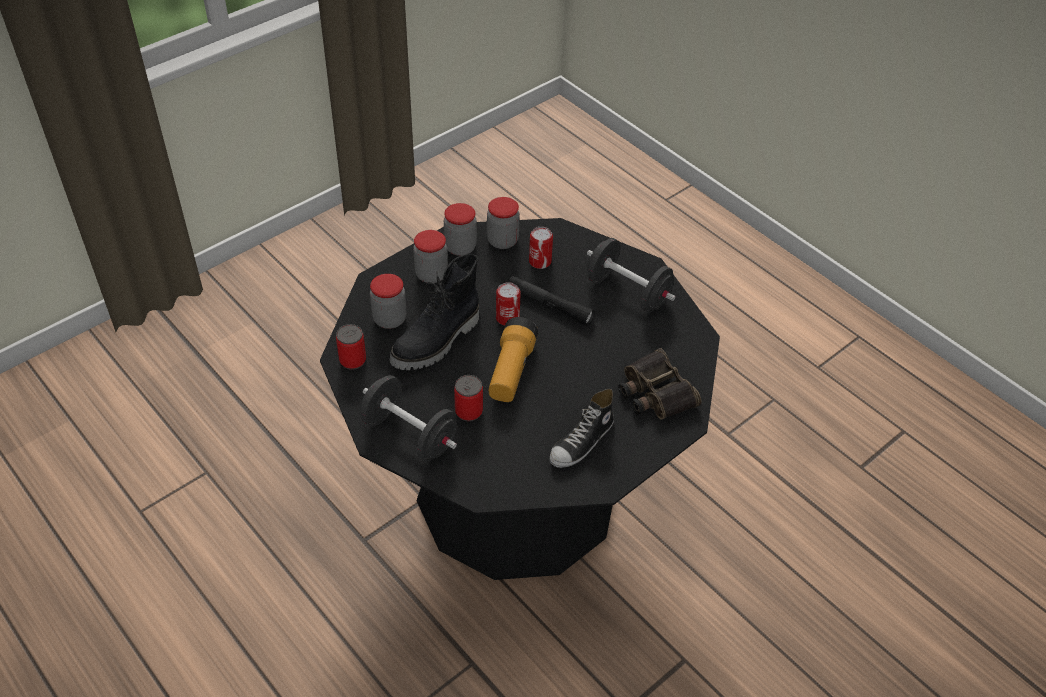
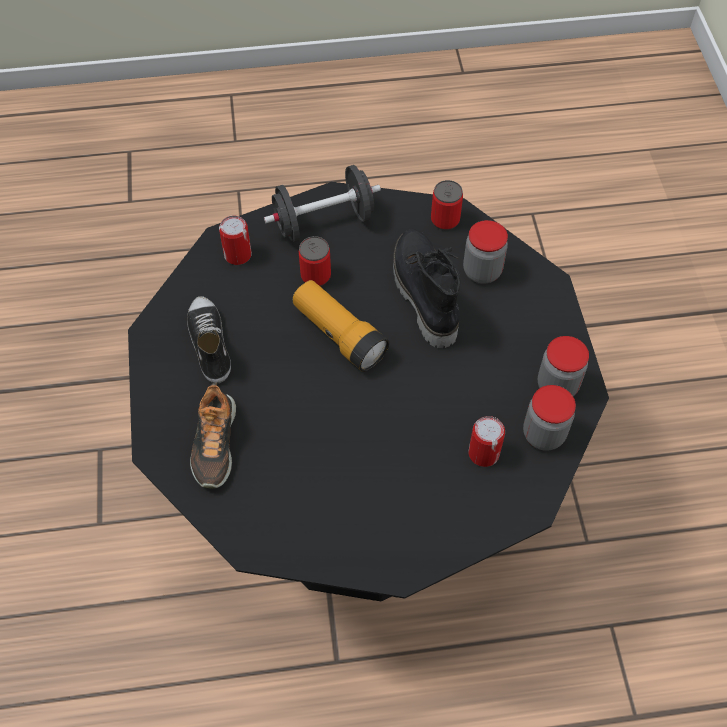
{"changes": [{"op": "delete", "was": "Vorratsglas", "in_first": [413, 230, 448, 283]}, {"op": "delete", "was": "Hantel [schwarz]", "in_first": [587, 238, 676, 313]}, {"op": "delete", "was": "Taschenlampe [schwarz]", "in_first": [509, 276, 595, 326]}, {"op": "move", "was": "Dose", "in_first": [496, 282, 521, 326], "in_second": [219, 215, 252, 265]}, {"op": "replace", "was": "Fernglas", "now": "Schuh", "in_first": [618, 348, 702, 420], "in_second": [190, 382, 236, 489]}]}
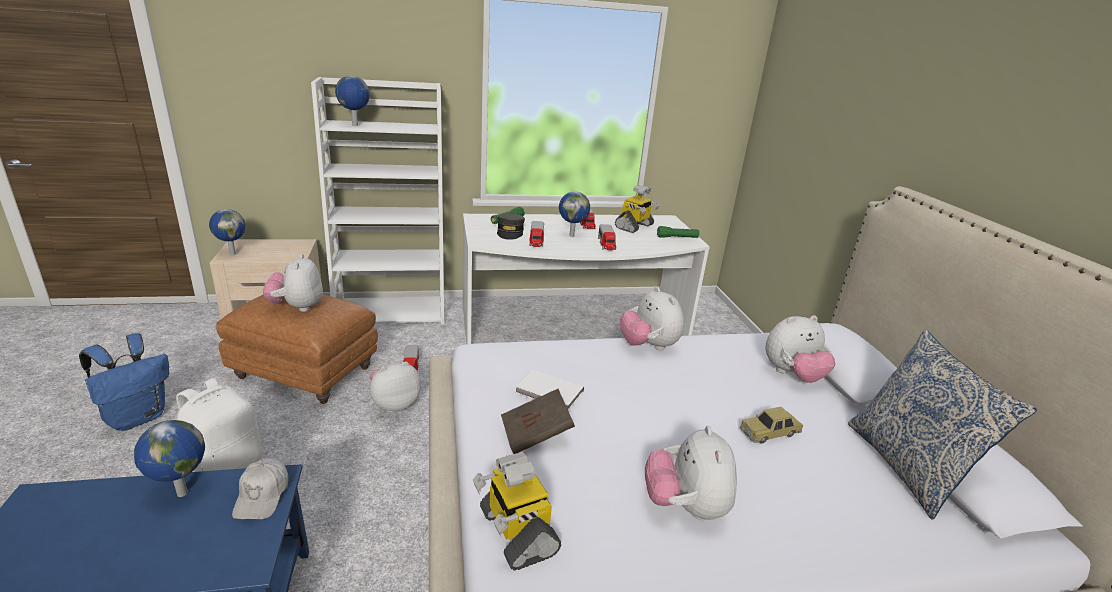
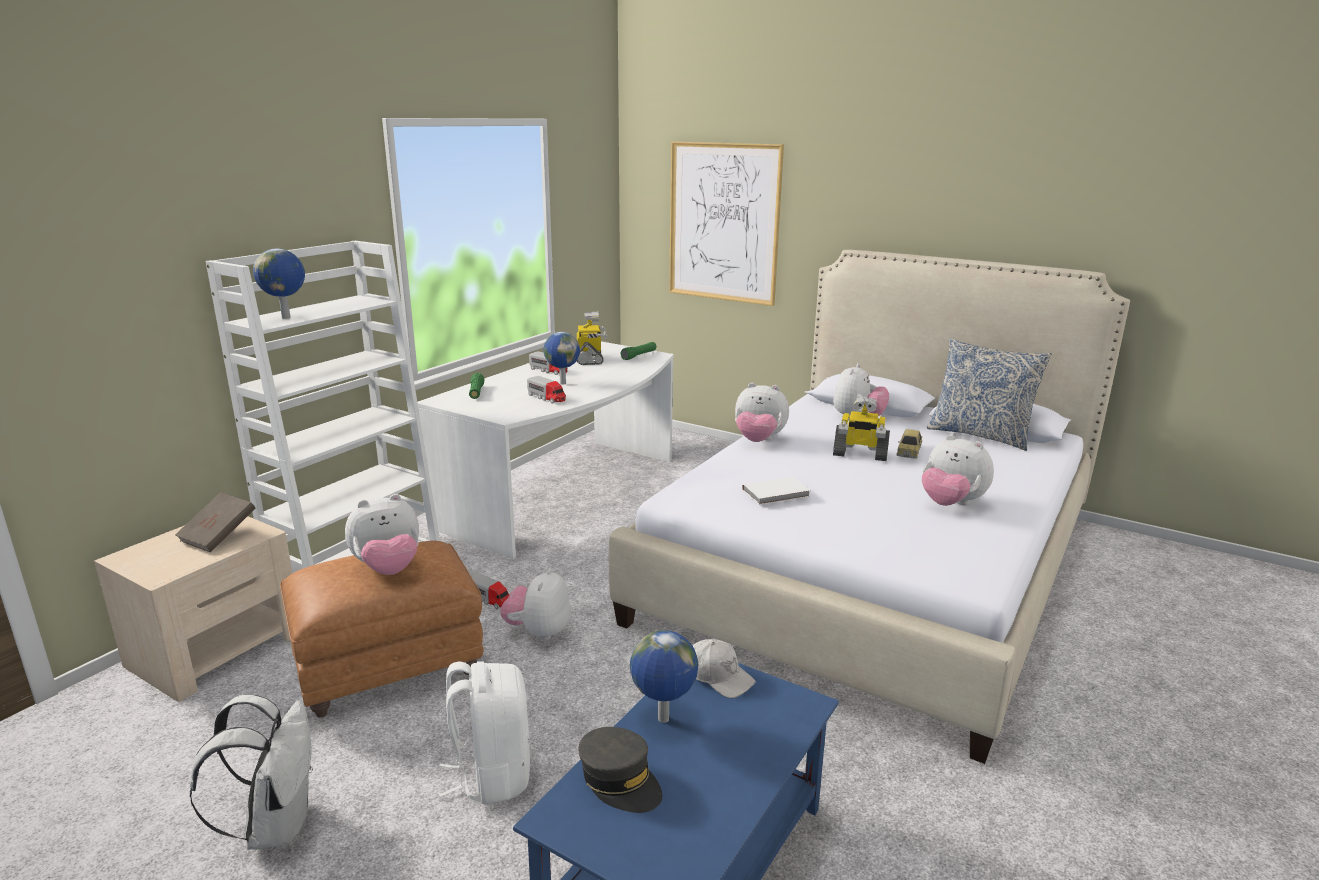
{"changes": [{"op": "delete", "was": "Globus", "in_first": [209, 209, 246, 255]}, {"op": "move", "was": "Kappe [grau]", "in_first": [497, 213, 525, 240], "in_second": [578, 727, 662, 813]}, {"op": "delete", "was": "Spielzeuglaster", "in_first": [598, 224, 616, 250]}, {"op": "rotate", "was": "Plüschtier", "in_first": [263, 254, 323, 312], "in_second": [345, 494, 419, 575], "clockwise": -60}, {"op": "recolor", "was": "Rucksack [blau]", "now": "Rucksack [weiß]", "in_first": [79, 333, 169, 431], "in_second": [190, 694, 313, 850]}, {"op": "move", "was": "Buch [braun]", "in_first": [501, 389, 575, 454], "in_second": [175, 492, 255, 552]}, {"op": "move", "was": "Spielzeugroboter", "in_first": [473, 452, 561, 571], "in_second": [833, 397, 890, 461]}, {"op": "insert", "now": "Bild", "in_second": [669, 142, 784, 306]}]}
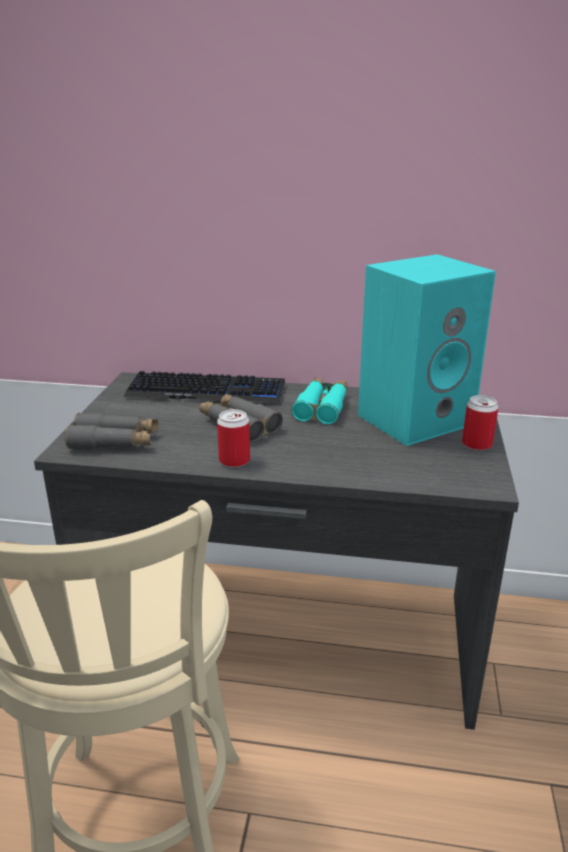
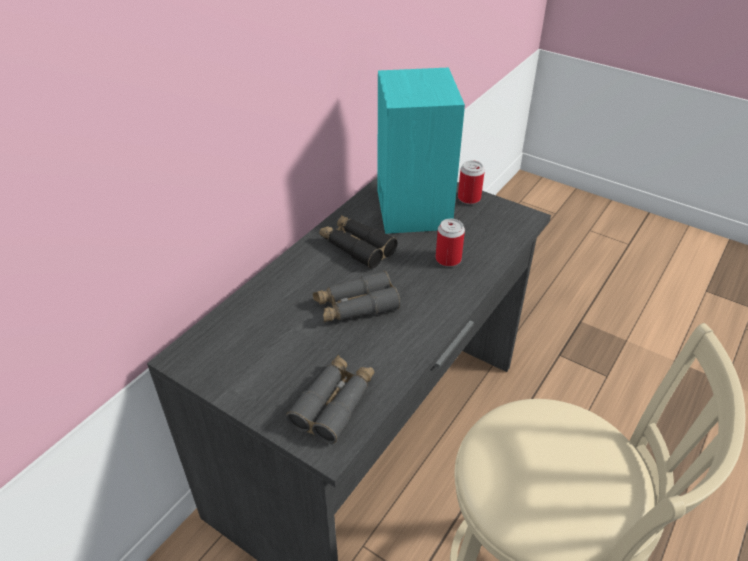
{"changes": [{"op": "delete", "was": "Tastatur", "in_first": [124, 371, 285, 402]}, {"op": "recolor", "was": "Fernglas [türkis]", "now": "Fernglas [schwarz]", "in_first": [291, 378, 348, 425], "in_second": [319, 215, 397, 269]}, {"op": "move", "was": "Dose", "in_first": [217, 409, 250, 467], "in_second": [436, 219, 465, 267]}]}
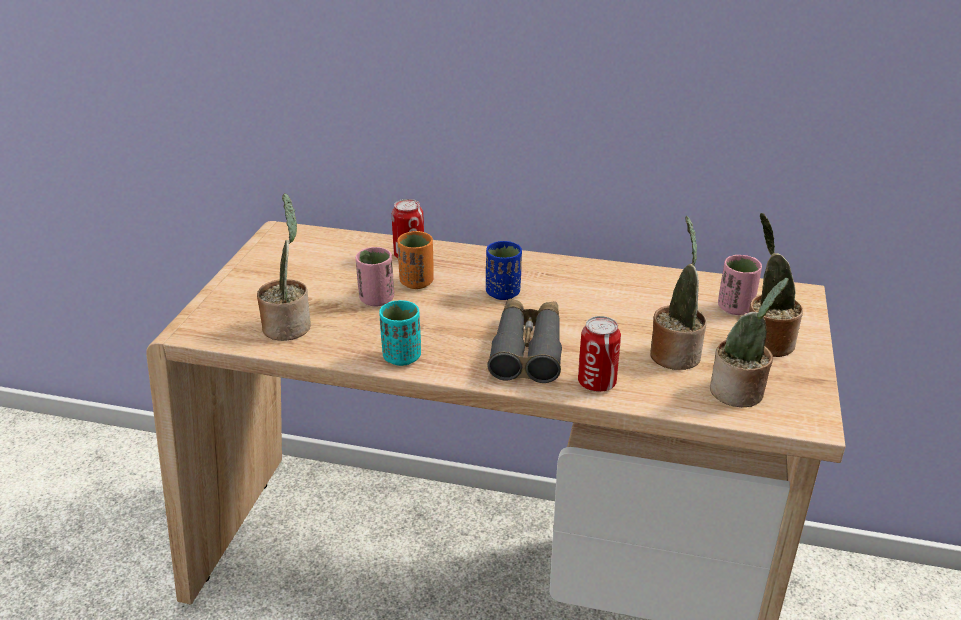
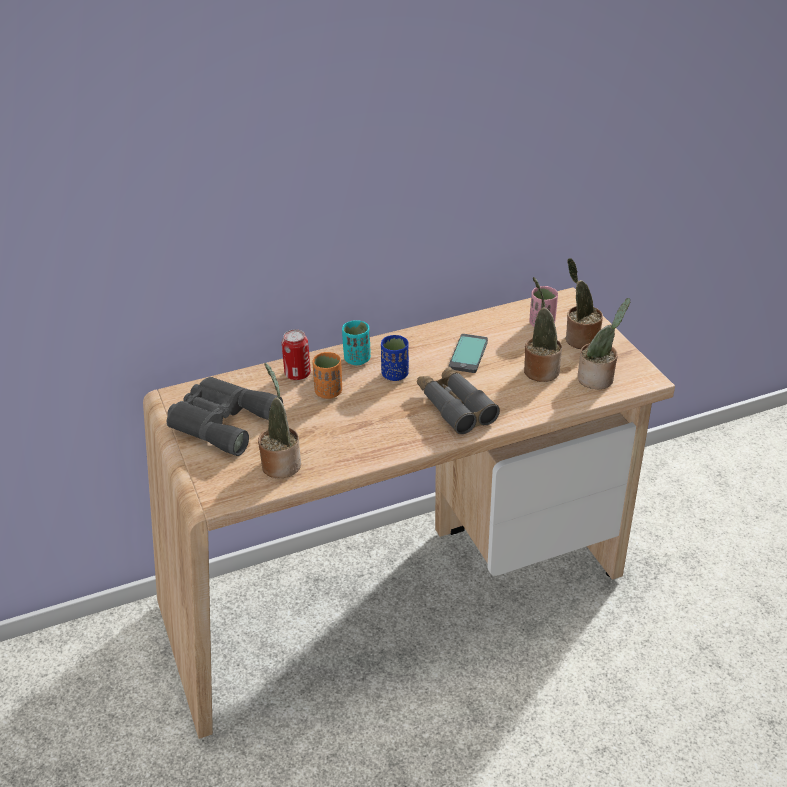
{"changes": [{"op": "delete", "was": "Tasse [rosa]", "in_first": [356, 247, 394, 307]}, {"op": "move", "was": "Tasse [türkis]", "in_first": [379, 300, 421, 366], "in_second": [342, 320, 371, 365]}, {"op": "delete", "was": "Dose", "in_first": [578, 316, 621, 392]}, {"op": "insert", "now": "Handy", "in_second": [449, 334, 488, 373]}, {"op": "insert", "now": "Fernglas [grau]", "in_second": [167, 377, 283, 456]}]}
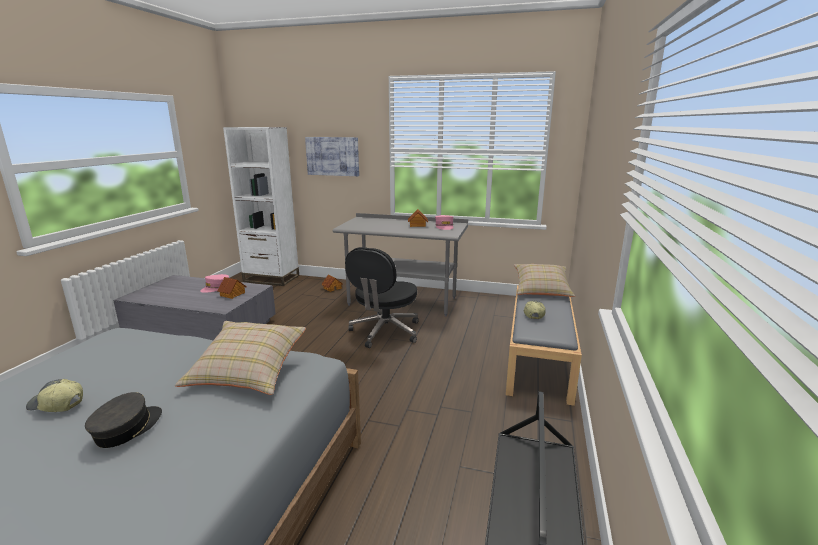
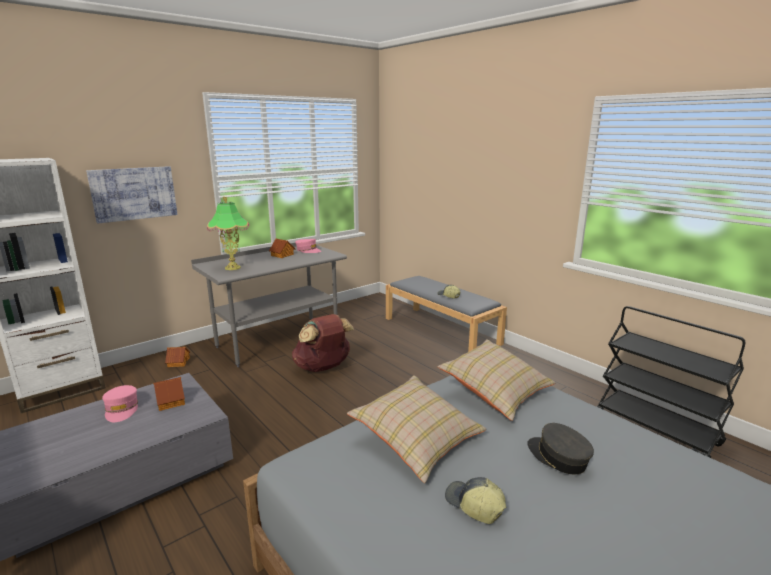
{"changes": [{"op": "replace", "was": "Bürostuhl [schwarz]", "now": "Rucksack [braun]", "in_first": [345, 247, 418, 348], "in_second": [292, 314, 354, 372]}, {"op": "move", "was": "Kissen [beige]", "in_first": [514, 264, 575, 297], "in_second": [347, 375, 486, 483]}, {"op": "rotate", "was": "Kappe", "in_first": [26, 379, 83, 412], "in_second": [445, 477, 506, 524], "clockwise": 90}, {"op": "insert", "now": "Tischlampe", "in_second": [207, 196, 249, 270]}]}
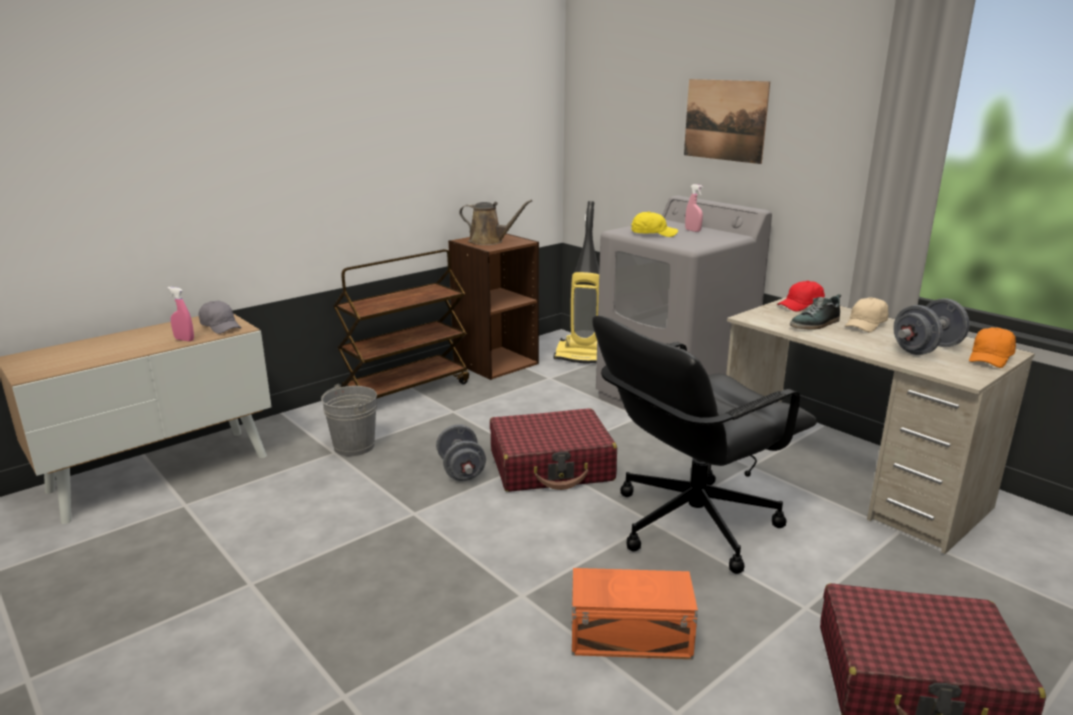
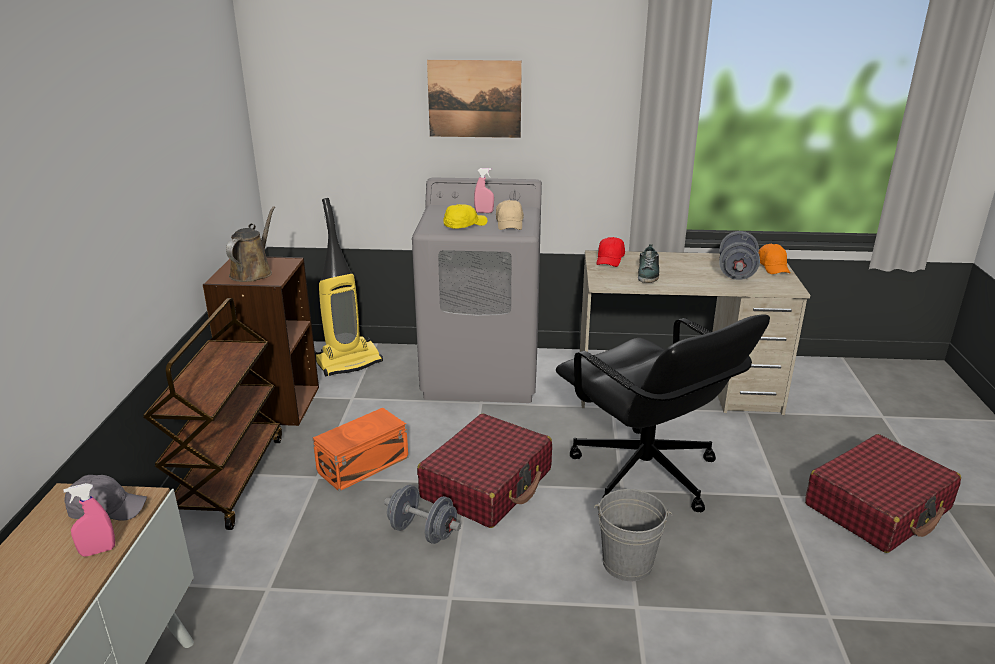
{"changes": [{"op": "rotate", "was": "Gießkanne [braun]", "in_first": [459, 200, 532, 245], "in_second": [226, 206, 275, 282], "clockwise": -45}, {"op": "move", "was": "Kappe [beige]", "in_first": [845, 297, 888, 332], "in_second": [496, 200, 524, 230]}, {"op": "rotate", "was": "Bürostuhl [schwarz]", "in_first": [592, 316, 817, 574], "in_second": [556, 314, 770, 512], "clockwise": -45}, {"op": "move", "was": "Eimer [grau]", "in_first": [321, 384, 377, 456], "in_second": [594, 489, 672, 581]}, {"op": "move", "was": "Aufbewahrungsbox [orange]", "in_first": [571, 568, 698, 659], "in_second": [313, 408, 408, 491]}]}
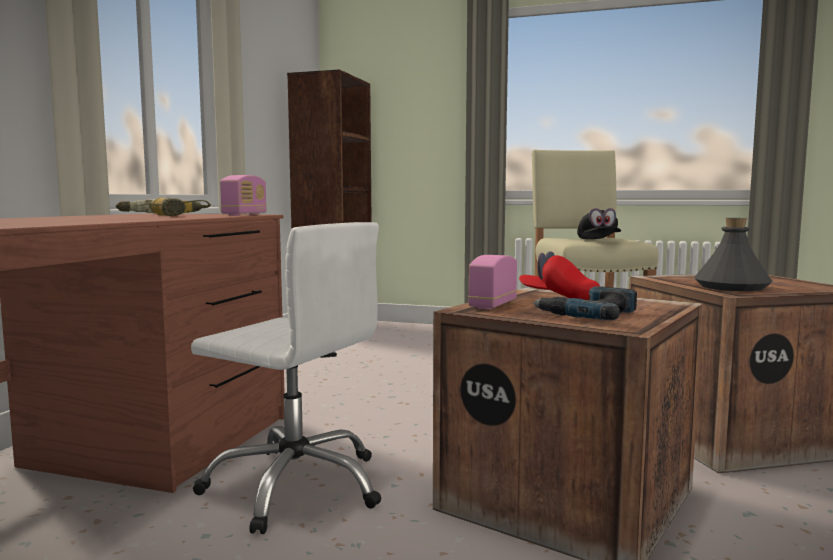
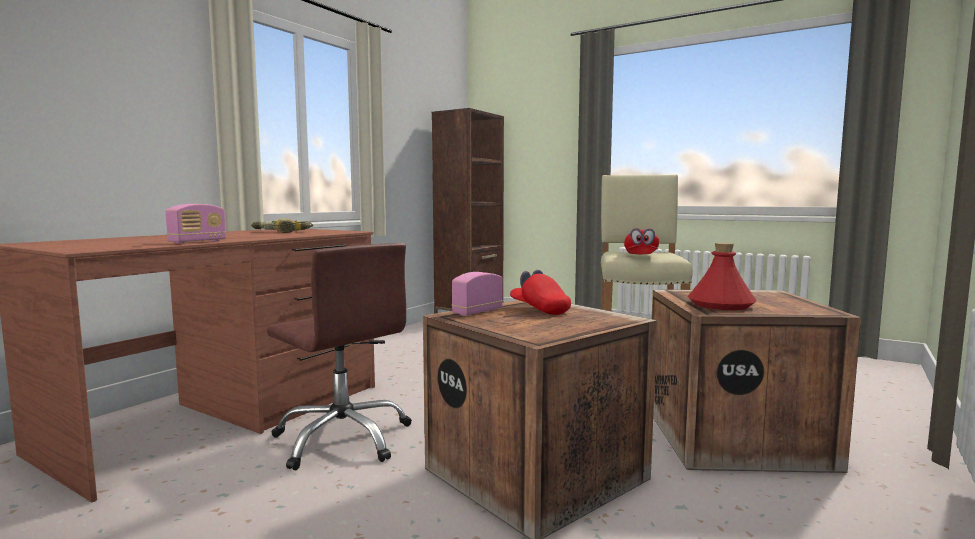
{"changes": [{"op": "move", "was": "Radio", "in_first": [220, 175, 267, 216], "in_second": [166, 204, 226, 244]}, {"op": "recolor", "was": "Kappe [schwarz]", "now": "Kappe [rot]", "in_first": [577, 208, 621, 239], "in_second": [624, 228, 659, 254]}, {"op": "recolor", "was": "Flasche [grau]", "now": "Flasche [rot]", "in_first": [694, 218, 772, 291], "in_second": [688, 243, 756, 310]}, {"op": "recolor", "was": "Bürostuhl [weiß]", "now": "Bürostuhl [braun]", "in_first": [191, 222, 382, 534], "in_second": [267, 243, 412, 470]}, {"op": "delete", "was": "Bohrmaschine", "in_first": [533, 286, 637, 320]}]}
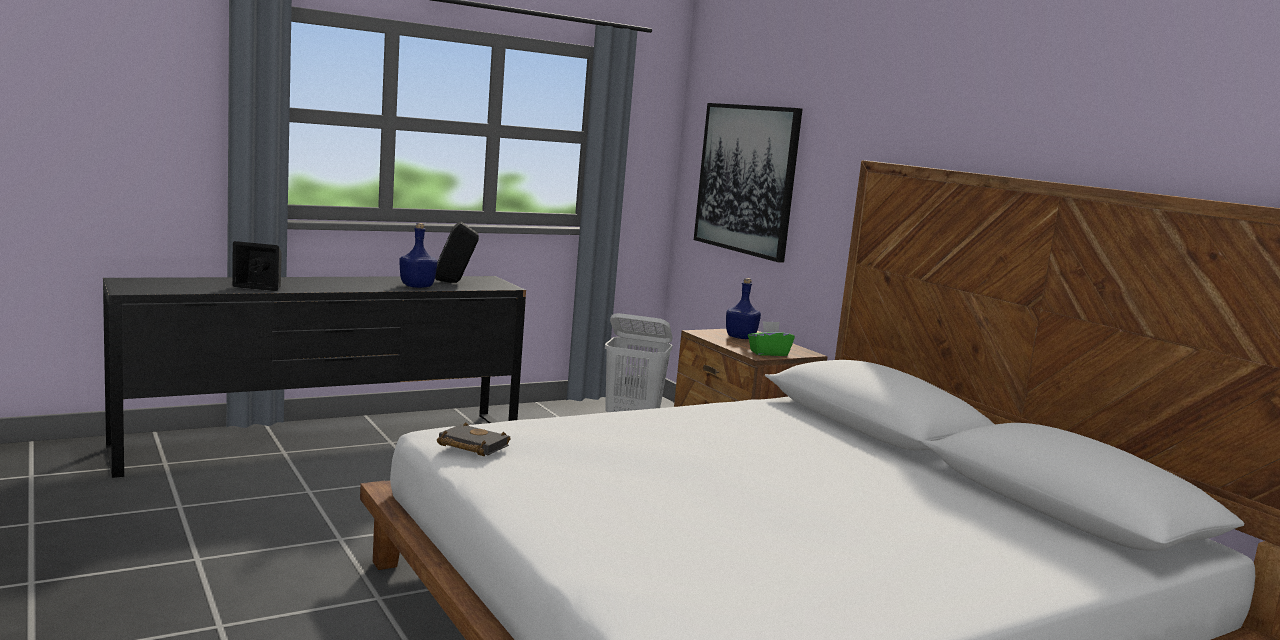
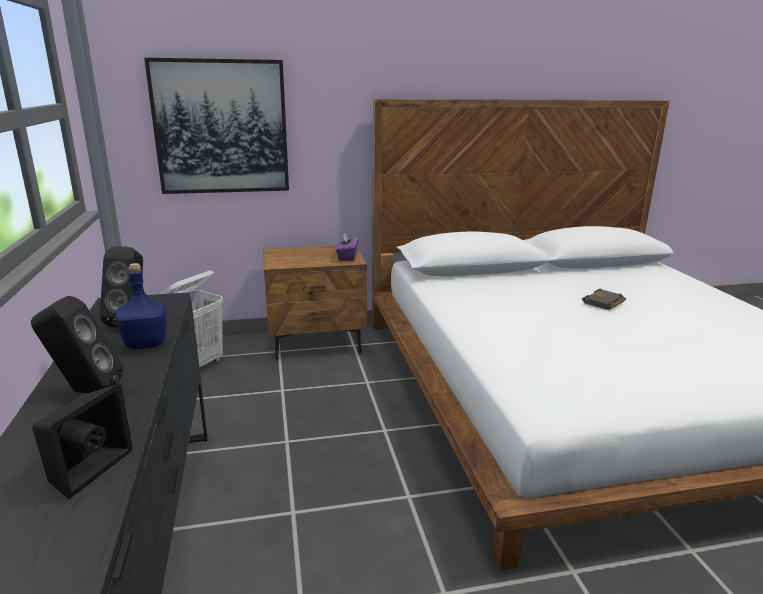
{"changes": [{"op": "delete", "was": "Flasche [blau]", "in_first": [726, 278, 761, 339]}, {"op": "recolor", "was": "Taschentuchbox [grün]", "now": "Taschentuchbox [lila]", "in_first": [748, 321, 795, 356], "in_second": [336, 233, 358, 261]}, {"op": "move", "was": "Buch [schwarz]", "in_first": [437, 422, 511, 456], "in_second": [582, 288, 626, 310]}, {"op": "insert", "now": "Lautsprecher [schwarz]", "in_second": [31, 296, 123, 393]}]}
